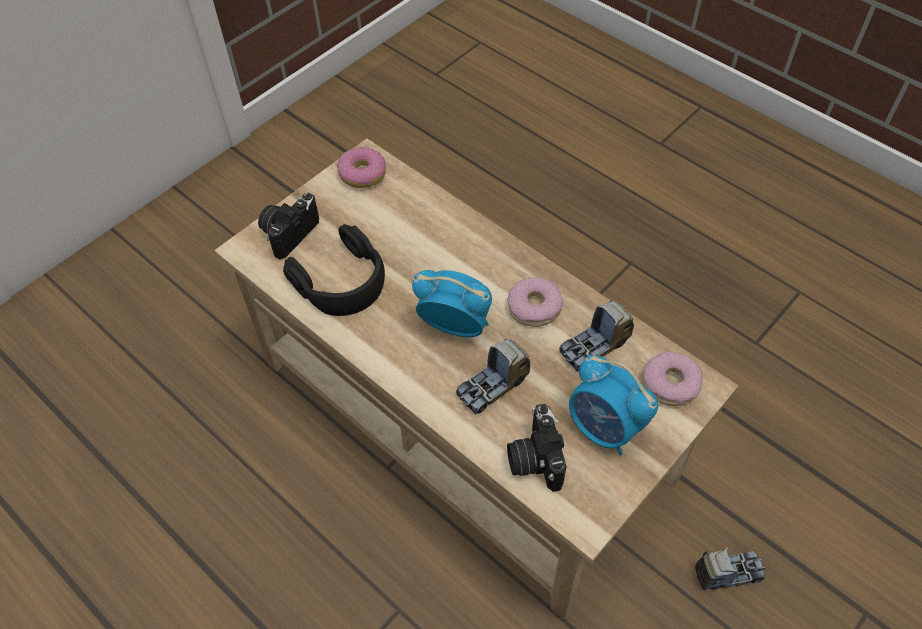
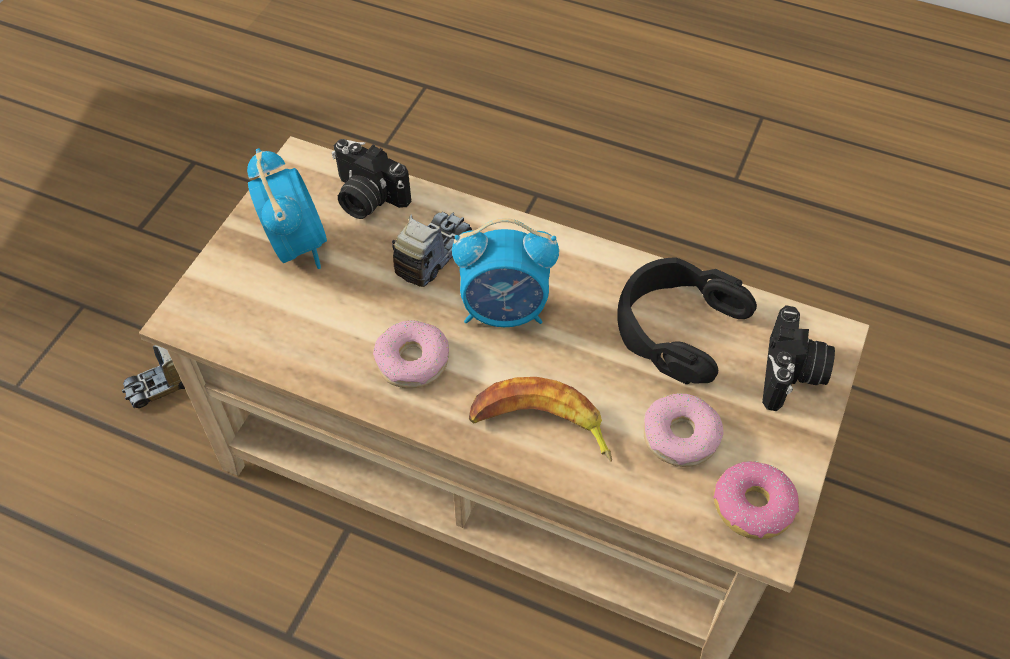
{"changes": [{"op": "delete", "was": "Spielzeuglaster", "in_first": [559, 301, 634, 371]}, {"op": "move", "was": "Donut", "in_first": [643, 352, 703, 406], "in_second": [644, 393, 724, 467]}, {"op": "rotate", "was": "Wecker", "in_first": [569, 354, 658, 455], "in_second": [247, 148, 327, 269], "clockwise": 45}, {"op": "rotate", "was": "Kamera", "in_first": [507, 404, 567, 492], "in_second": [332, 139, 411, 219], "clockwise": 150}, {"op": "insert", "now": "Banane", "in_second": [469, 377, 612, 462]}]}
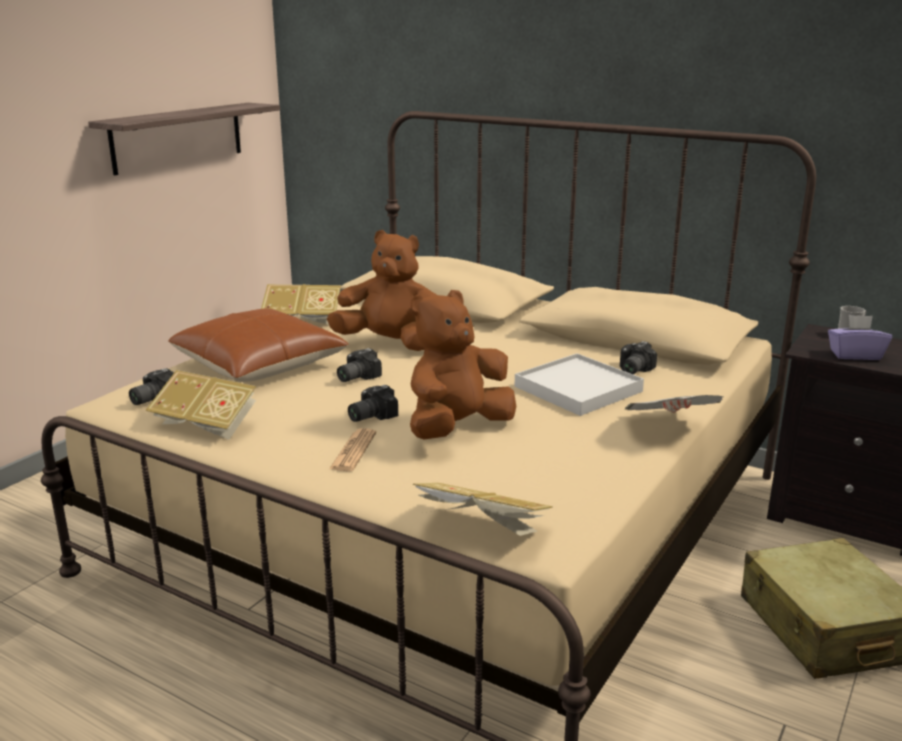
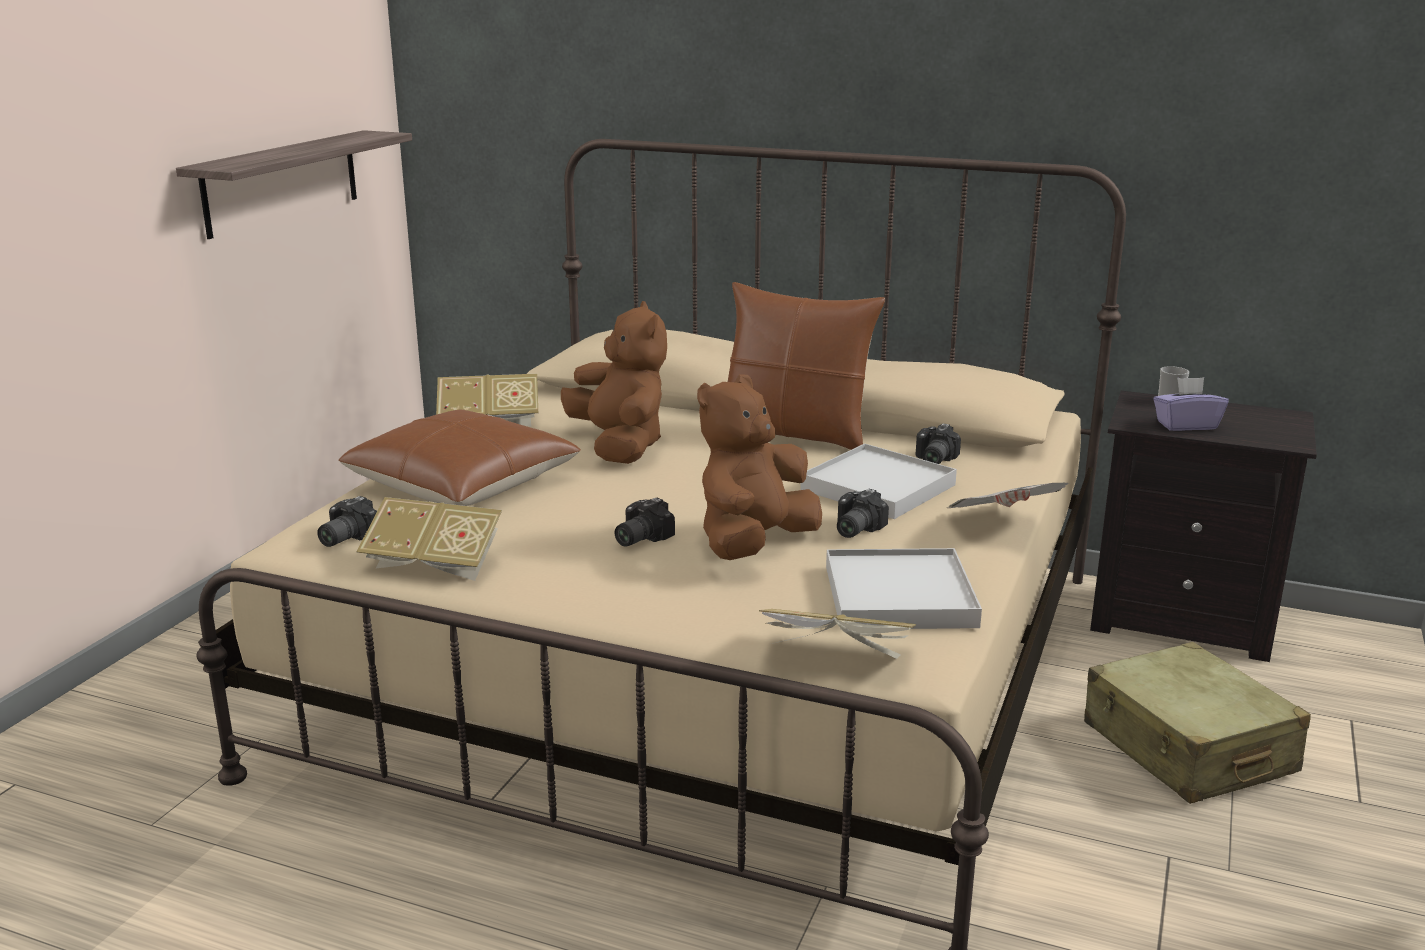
{"changes": [{"op": "rotate", "was": "Plüschtier [braun]", "in_first": [327, 230, 437, 351], "in_second": [561, 301, 667, 464], "clockwise": 60}, {"op": "move", "was": "Kamera", "in_first": [337, 348, 382, 382], "in_second": [837, 489, 889, 538]}, {"op": "delete", "was": "Zeitung", "in_first": [329, 428, 376, 472]}, {"op": "insert", "now": "Kissen [braun]", "in_second": [728, 282, 885, 450]}, {"op": "insert", "now": "Tablett [weiß]", "in_second": [826, 548, 982, 630]}]}
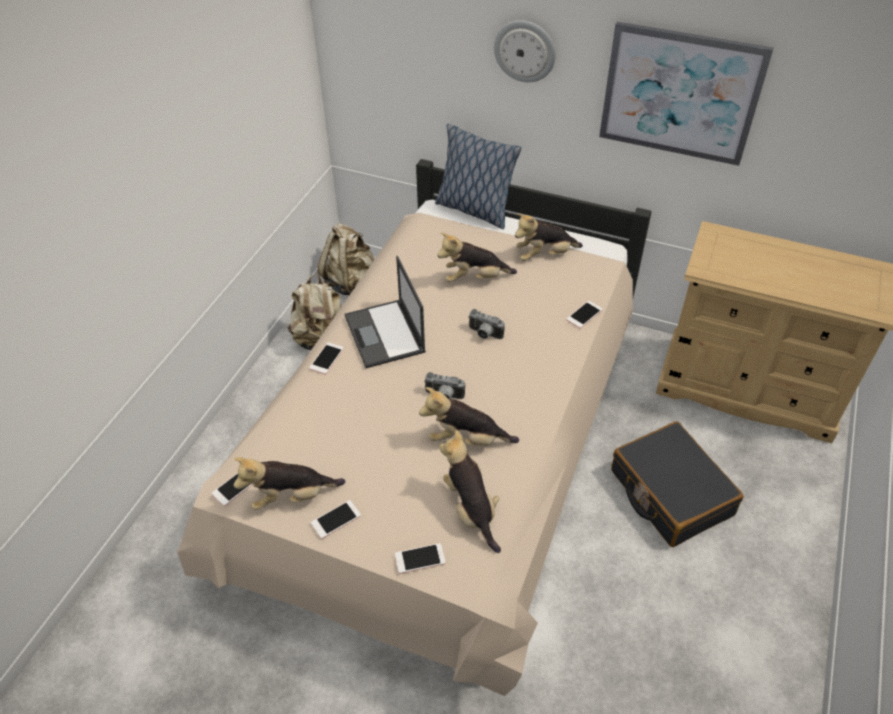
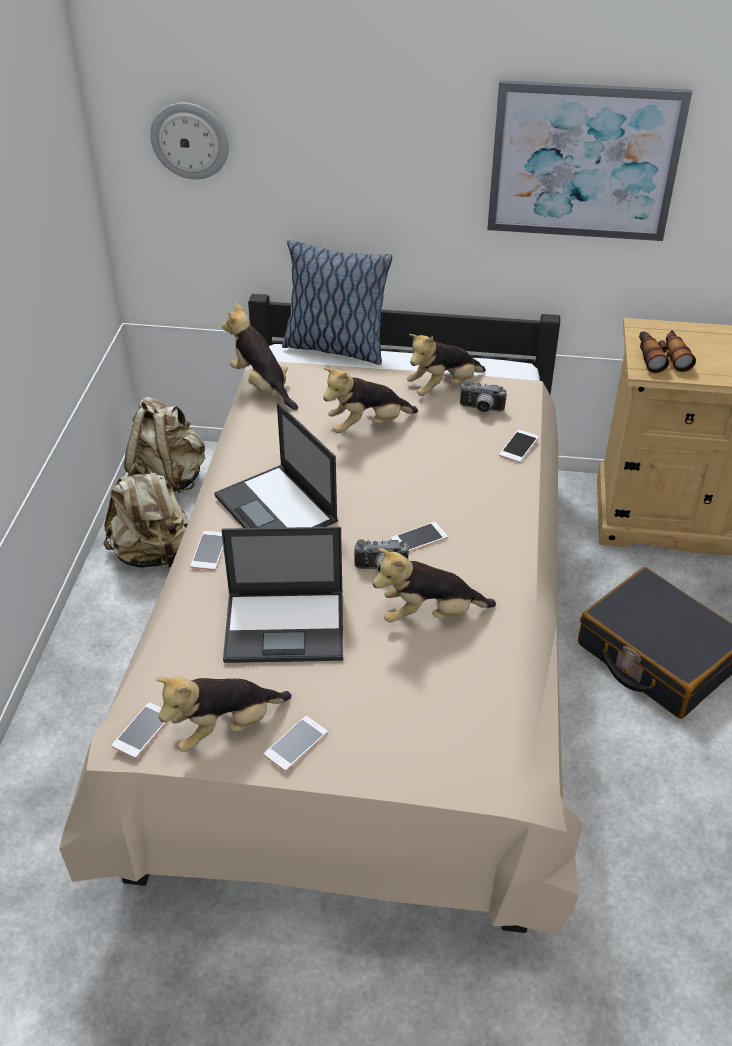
{"changes": [{"op": "move", "was": "Wanduhr", "in_first": [494, 20, 556, 82], "in_second": [150, 103, 229, 180]}, {"op": "move", "was": "Kamera", "in_first": [468, 309, 505, 339], "in_second": [460, 380, 507, 412]}, {"op": "move", "was": "Plüschtier", "in_first": [439, 430, 501, 553], "in_second": [222, 303, 298, 410]}, {"op": "move", "was": "Handy", "in_first": [395, 543, 445, 574], "in_second": [391, 522, 447, 552]}, {"op": "insert", "now": "Fernglas", "in_second": [639, 330, 696, 373]}, {"op": "insert", "now": "Laptop", "in_second": [221, 527, 343, 663]}]}
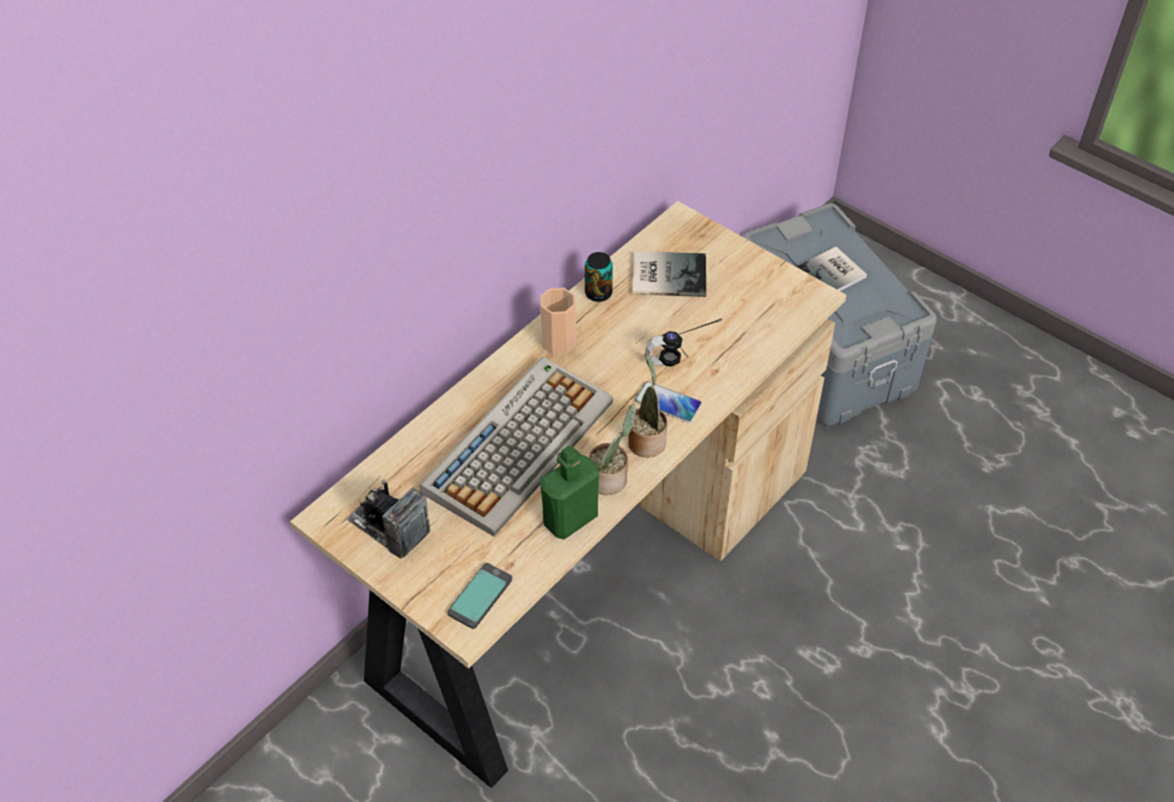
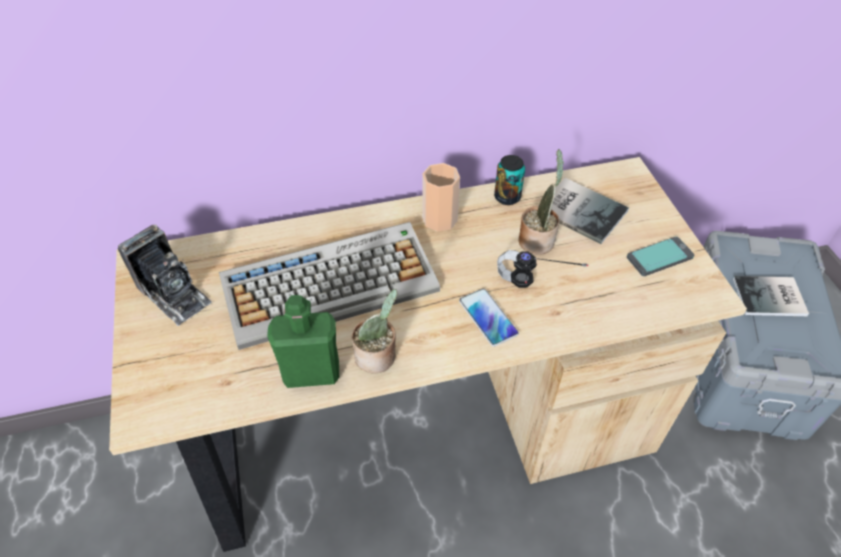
{"changes": [{"op": "move", "was": "Topfpflanze", "in_first": [628, 354, 668, 458], "in_second": [519, 149, 564, 255]}, {"op": "rotate", "was": "Kamera", "in_first": [347, 476, 430, 559], "in_second": [118, 225, 212, 326], "clockwise": 150}, {"op": "move", "was": "Handy", "in_first": [447, 563, 512, 629], "in_second": [627, 237, 694, 276]}]}
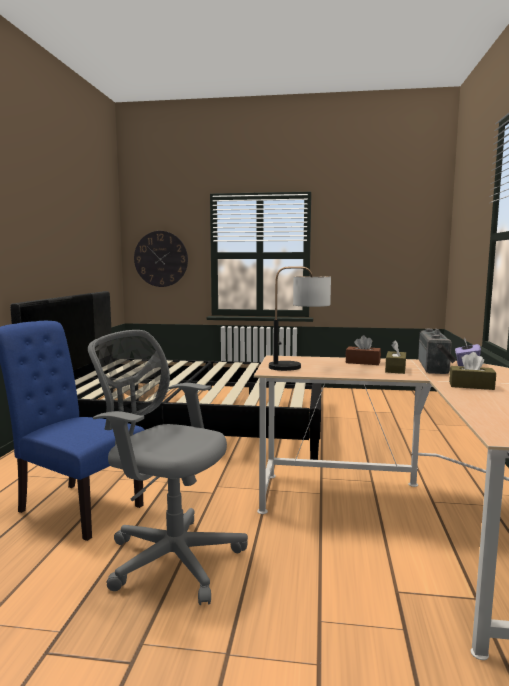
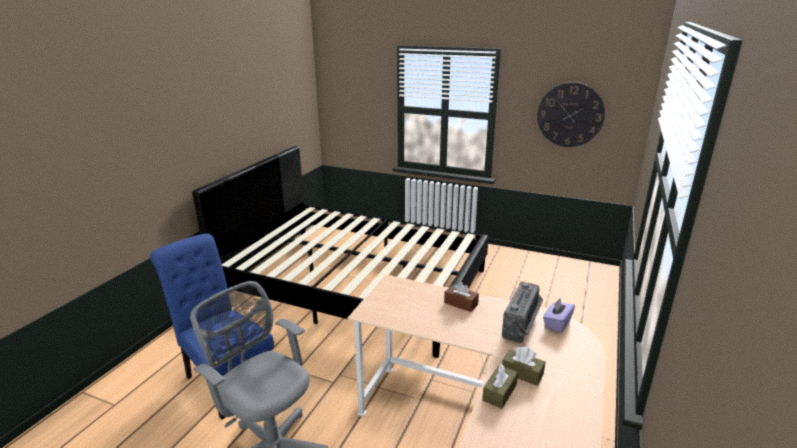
{"changes": [{"op": "move", "was": "Wanduhr", "in_first": [134, 231, 188, 287], "in_second": [537, 82, 605, 147]}, {"op": "delete", "was": "Tischlampe", "in_first": [269, 266, 331, 371]}, {"op": "move", "was": "Taschentuchbox [braun]", "in_first": [385, 340, 406, 374], "in_second": [482, 364, 518, 409]}]}
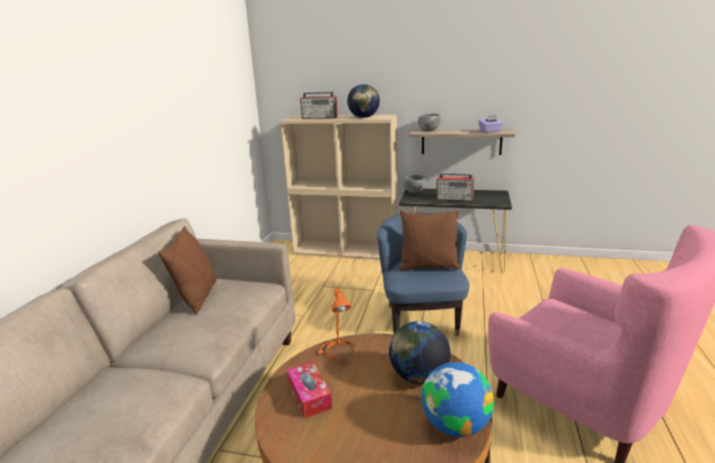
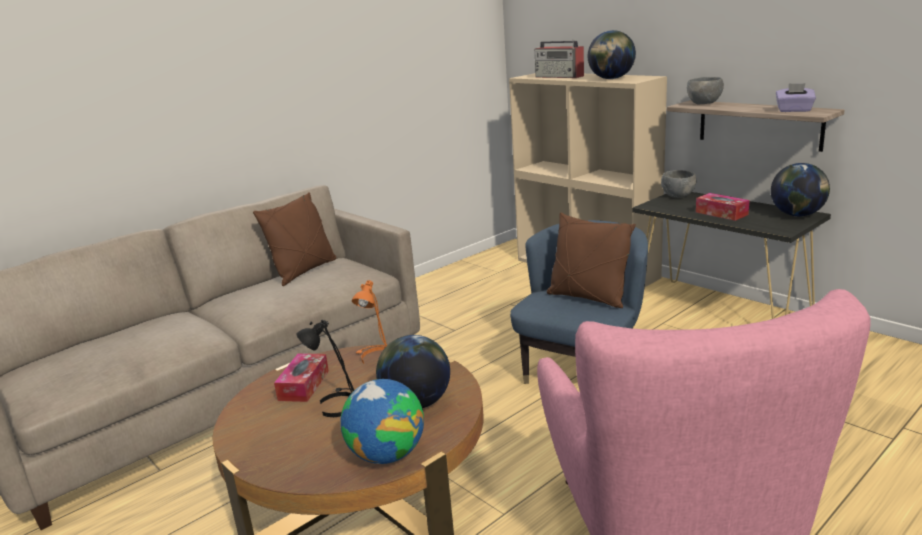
{"changes": [{"op": "replace", "was": "Radio", "now": "Taschentuchbox", "in_first": [436, 173, 475, 201], "in_second": [696, 193, 750, 221]}, {"op": "insert", "now": "Globus", "in_second": [771, 163, 830, 217]}, {"op": "insert", "now": "Tischlampe [schwarz]", "in_second": [296, 320, 354, 417]}]}
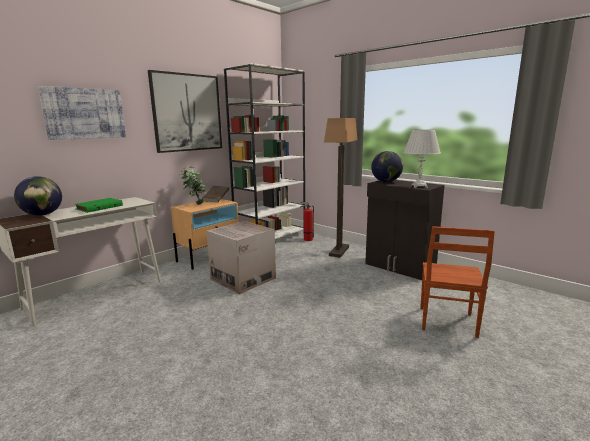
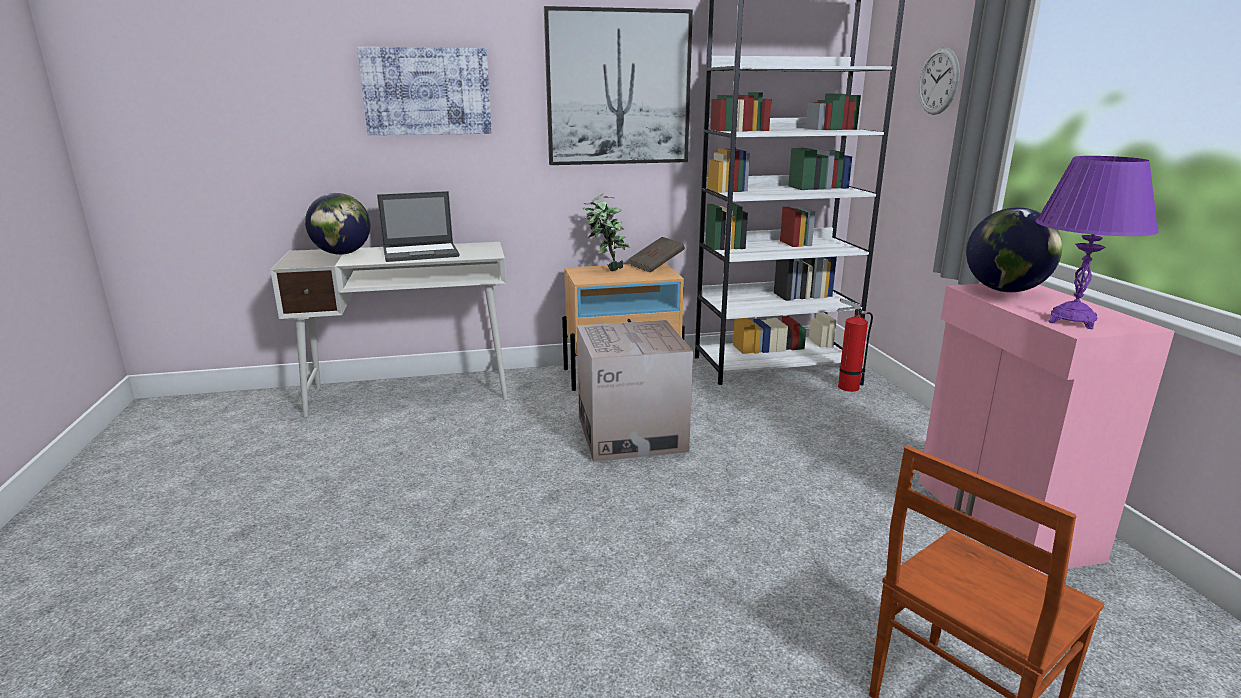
{"changes": [{"op": "delete", "was": "Stehlampe", "in_first": [324, 118, 357, 258]}, {"op": "recolor", "was": "Tischlampe [weiß]", "now": "Tischlampe [lila]", "in_first": [403, 130, 441, 188], "in_second": [1036, 156, 1159, 329]}, {"op": "recolor", "was": "Schrank [schwarz]", "now": "Schrank [rosa]", "in_first": [365, 180, 445, 280], "in_second": [919, 284, 1175, 573]}, {"op": "replace", "was": "Buch [grün]", "now": "Laptop", "in_first": [75, 198, 123, 213], "in_second": [377, 191, 459, 262]}, {"op": "insert", "now": "Wanduhr", "in_second": [918, 47, 960, 115]}]}
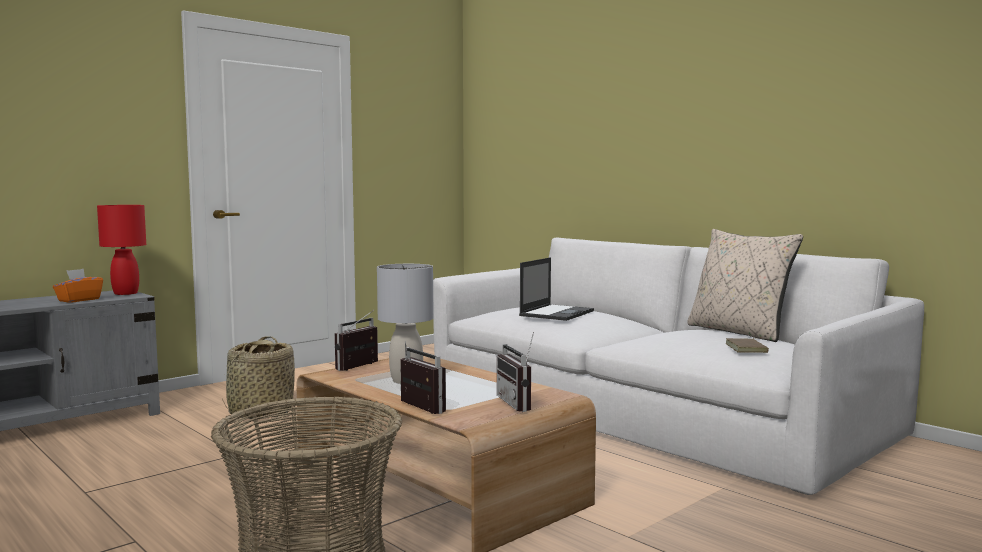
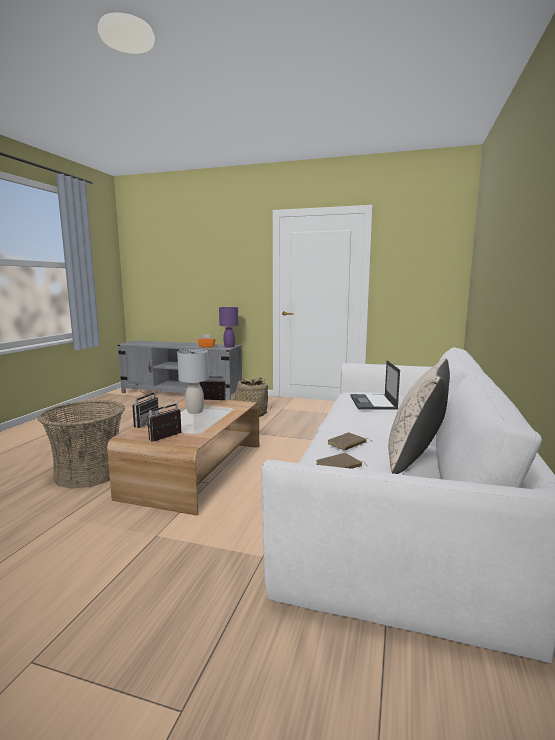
{"changes": [{"op": "recolor", "was": "Tischlampe [rot]", "now": "Tischlampe [lila]", "in_first": [97, 205, 146, 295], "in_second": [219, 307, 238, 348]}, {"op": "rotate", "was": "Laptop", "in_first": [519, 257, 594, 321], "in_second": [350, 360, 400, 410], "clockwise": 90}, {"op": "insert", "now": "Buch [braun]", "in_second": [327, 432, 370, 451]}]}
